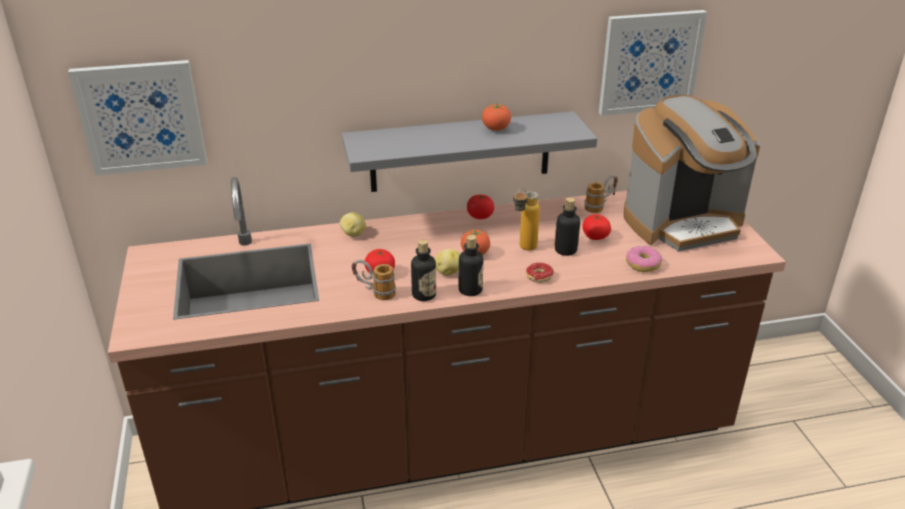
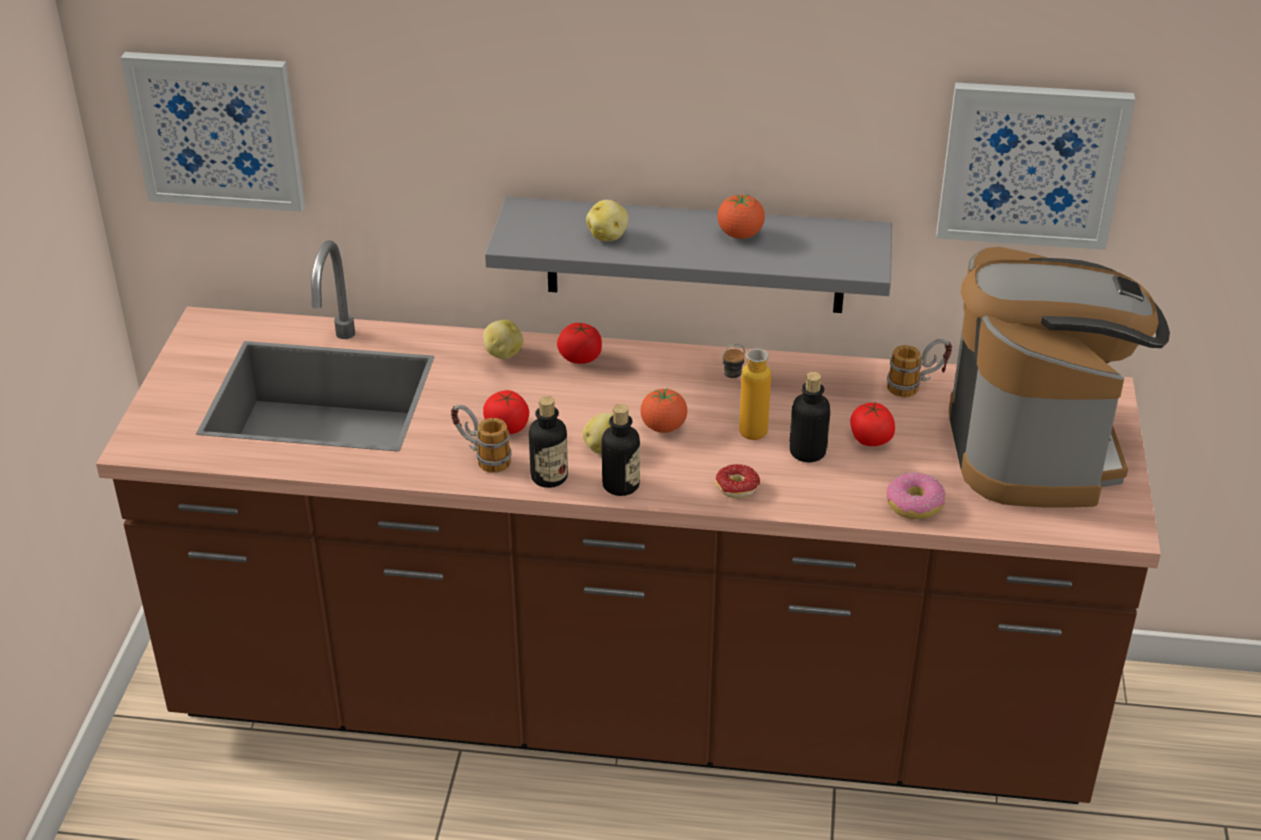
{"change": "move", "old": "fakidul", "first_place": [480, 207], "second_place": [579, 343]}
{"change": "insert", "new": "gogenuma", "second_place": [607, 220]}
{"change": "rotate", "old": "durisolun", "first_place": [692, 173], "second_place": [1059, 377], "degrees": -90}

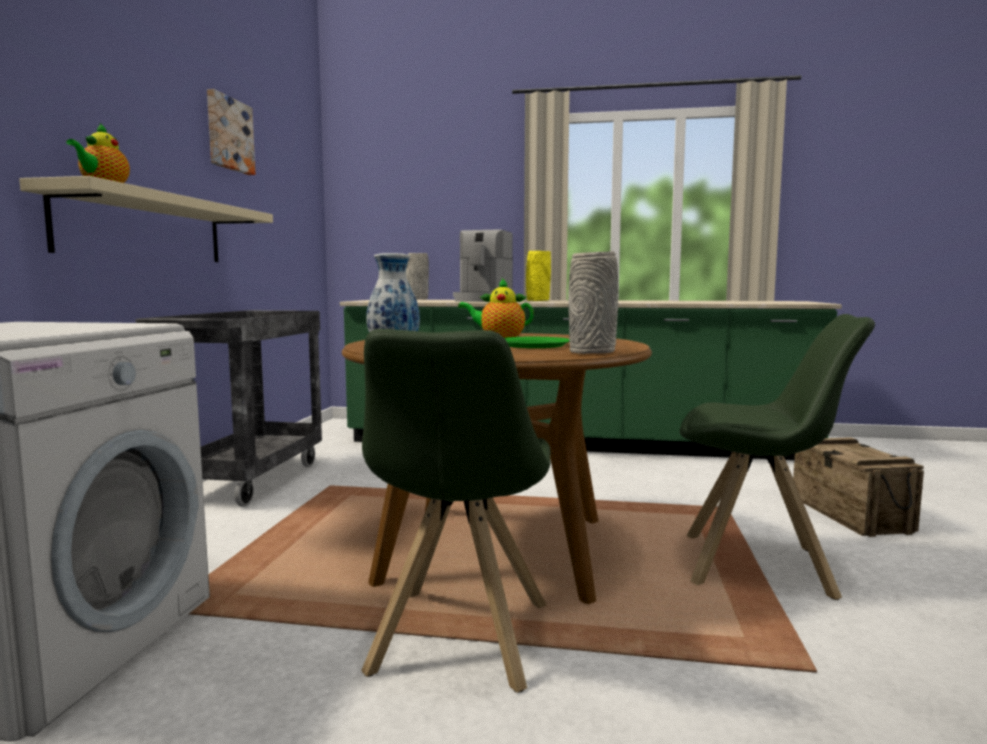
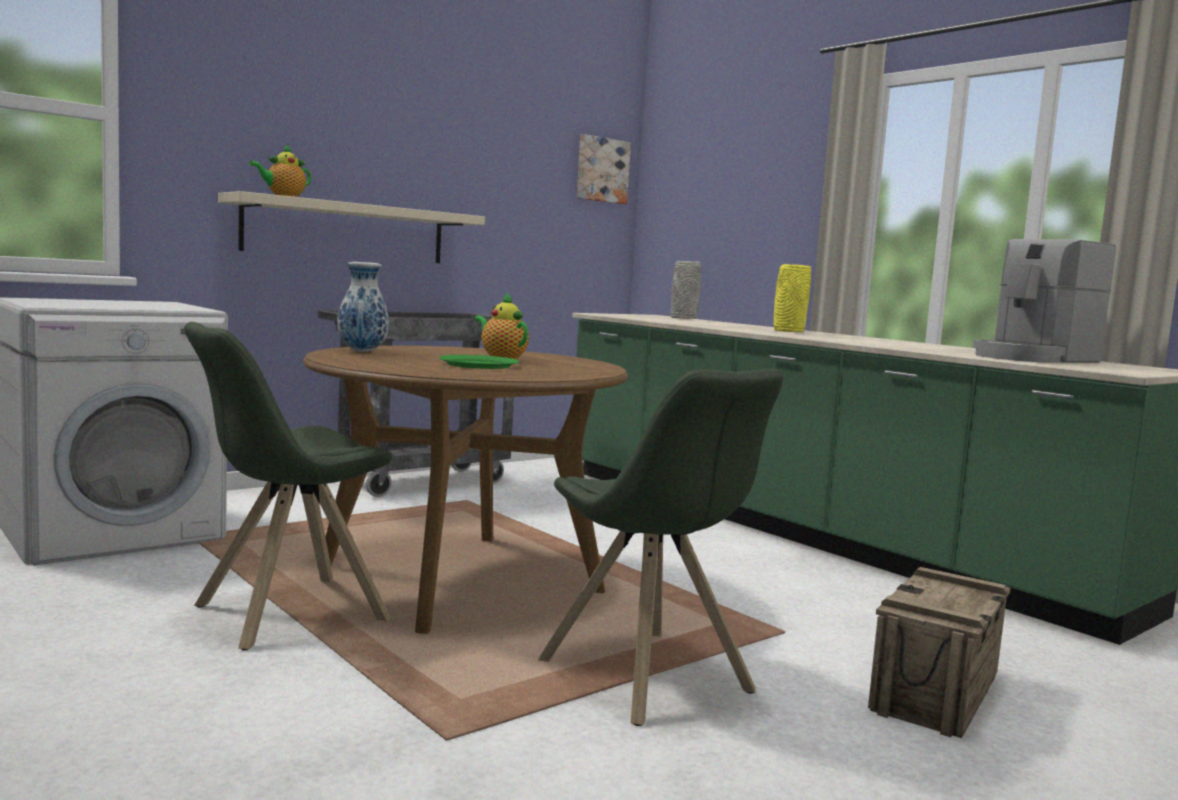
{"change": "move", "old": "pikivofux", "first_place": [231, 132], "second_place": [604, 169]}
{"change": "move", "old": "durisolun", "first_place": [483, 265], "second_place": [1044, 301]}
{"change": "delete", "old": "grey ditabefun", "first_place": [593, 302]}

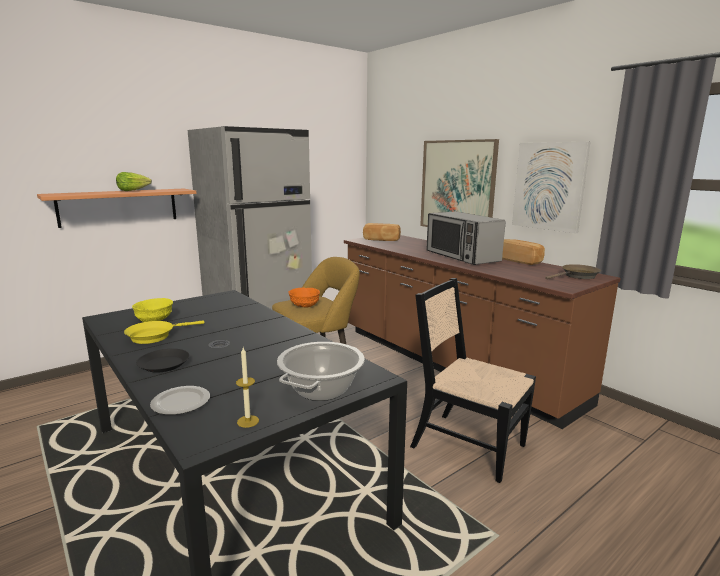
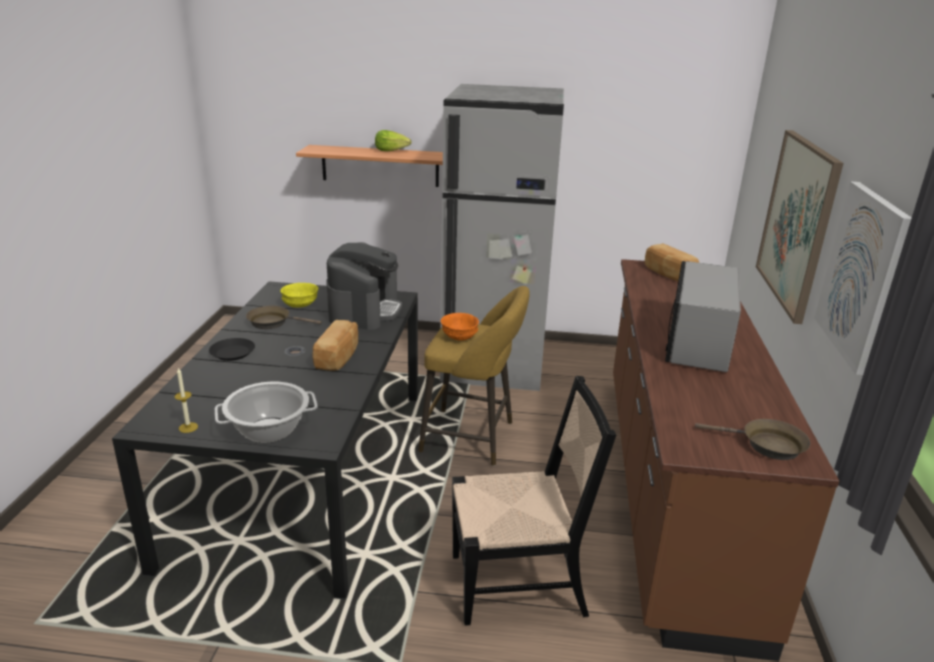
{"change": "recolor", "old": "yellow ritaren", "new": "brown ritaren", "first_place": [164, 332], "second_place": [283, 317]}
{"change": "move", "old": "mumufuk", "first_place": [523, 252], "second_place": [335, 345]}
{"change": "insert", "new": "durisolun", "second_place": [364, 286]}
{"change": "rotate", "old": "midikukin", "first_place": [473, 380], "second_place": [534, 501], "degrees": 90}
{"change": "delete", "old": "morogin", "first_place": [180, 400]}

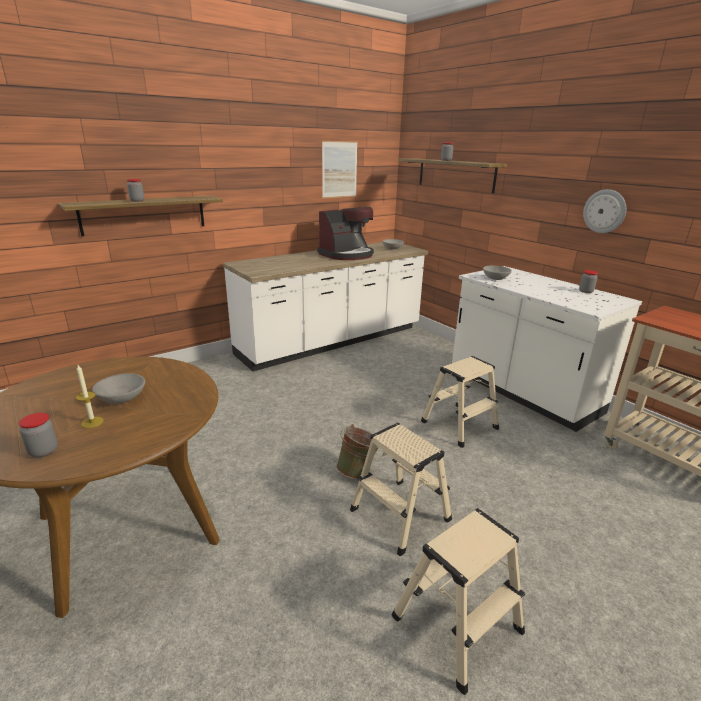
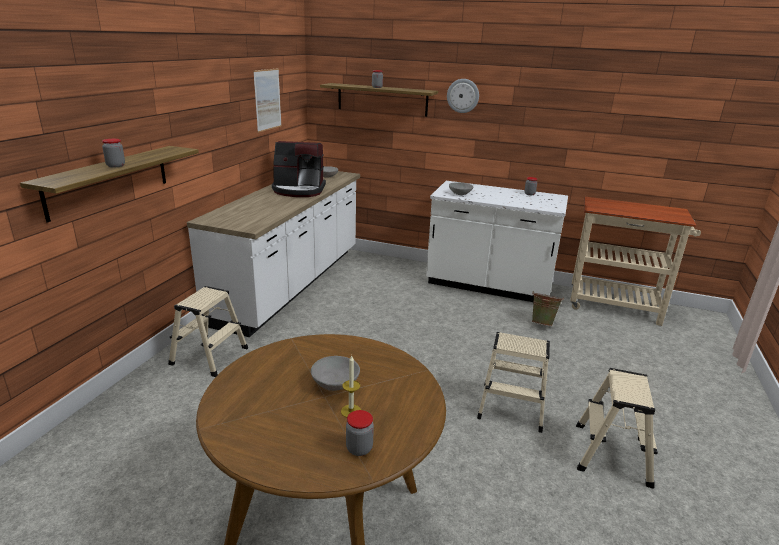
{"change": "move", "old": "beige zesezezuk", "first_place": [460, 402], "second_place": [208, 331]}
{"change": "rotate", "old": "durisolun", "first_place": [345, 233], "second_place": [299, 169], "degrees": 75}
{"change": "move", "old": "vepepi", "first_place": [604, 211], "second_place": [463, 96]}
{"change": "move", "old": "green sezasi", "first_place": [357, 451], "second_place": [548, 309]}

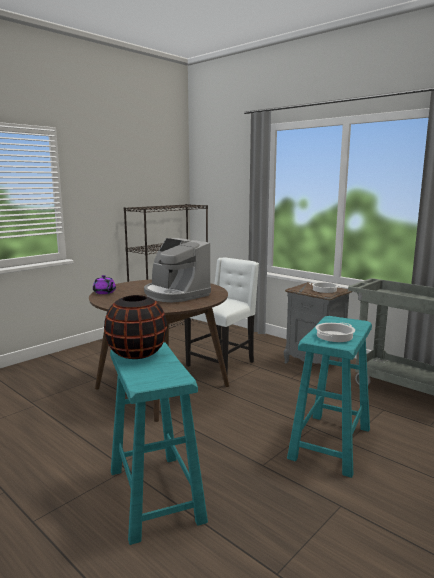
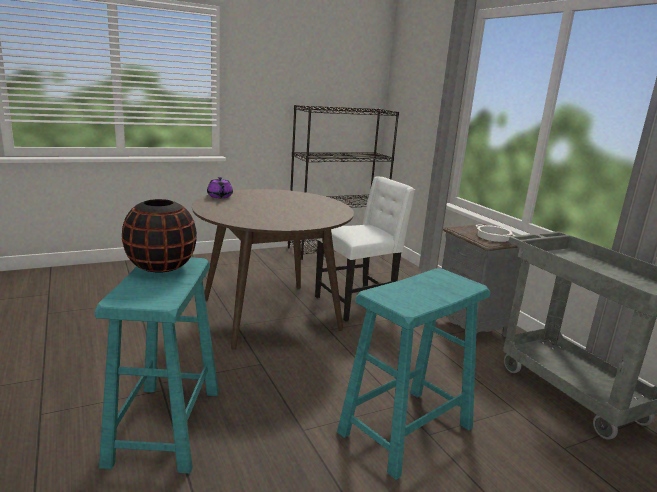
{"change": "delete", "old": "durisolun", "first_place": [177, 270]}
{"change": "delete", "old": "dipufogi", "first_place": [335, 332]}

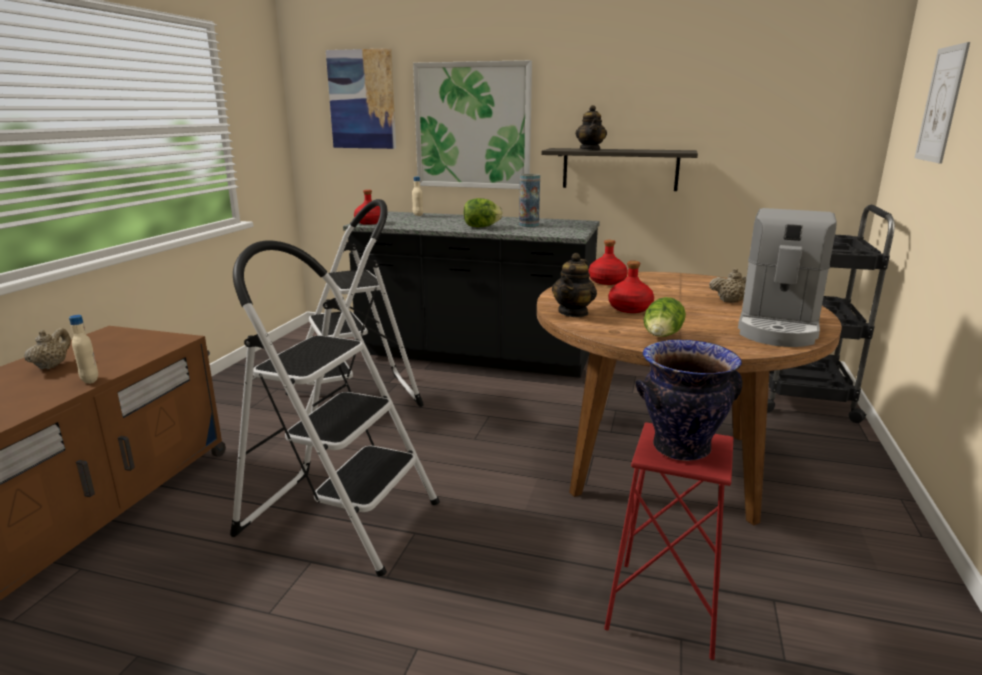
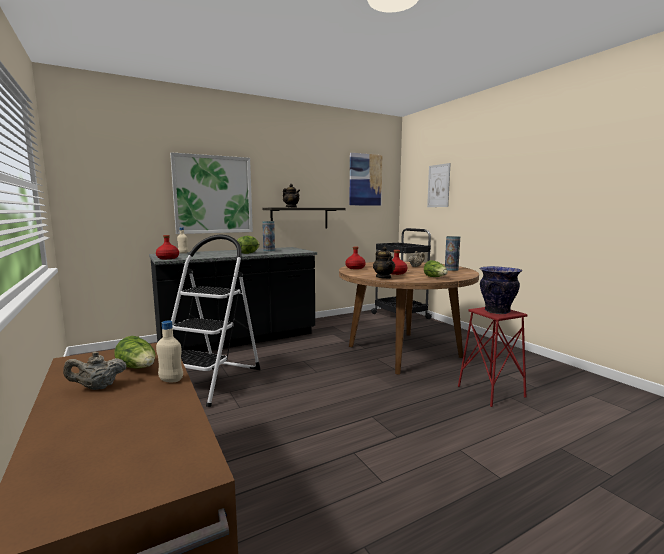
{"change": "rotate", "old": "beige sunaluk", "first_place": [47, 348], "second_place": [95, 371], "degrees": -75}
{"change": "insert", "new": "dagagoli", "second_place": [134, 352]}
{"change": "move", "old": "pikivofux", "first_place": [361, 98], "second_place": [365, 179]}
{"change": "replace", "old": "durisolun", "new": "ditabefun", "first_place": [787, 277], "second_place": [452, 253]}
{"change": "delete", "old": "zesezezuk", "first_place": [335, 408]}

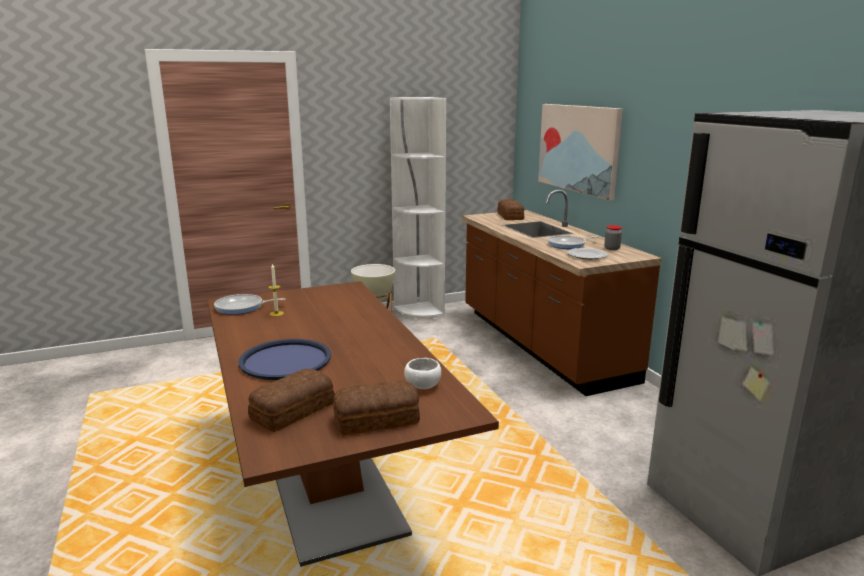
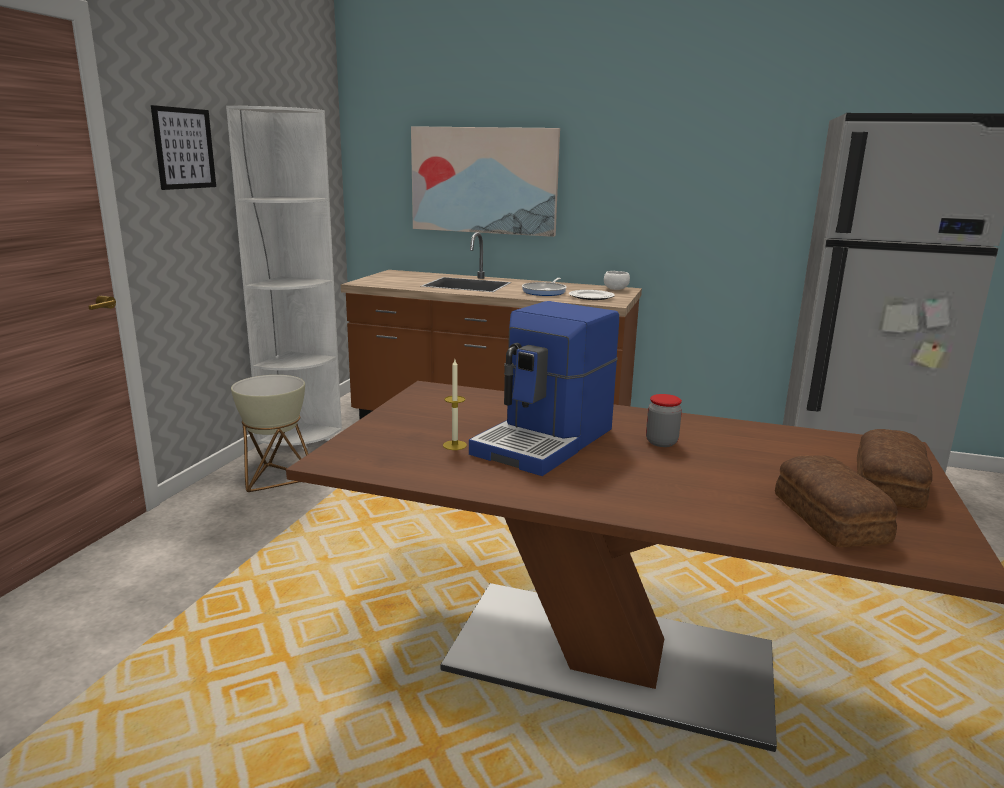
{"change": "insert", "new": "pikivofux", "second_place": [183, 147]}
{"change": "insert", "new": "durisolun", "second_place": [544, 388]}
{"change": "move", "old": "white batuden", "first_place": [422, 373], "second_place": [617, 280]}
{"change": "move", "old": "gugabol", "first_place": [613, 237], "second_place": [664, 420]}
{"change": "delete", "old": "ritaren", "first_place": [249, 304]}
{"change": "delete", "old": "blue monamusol", "first_place": [284, 359]}
{"change": "delete", "old": "mumufuk", "first_place": [510, 209]}

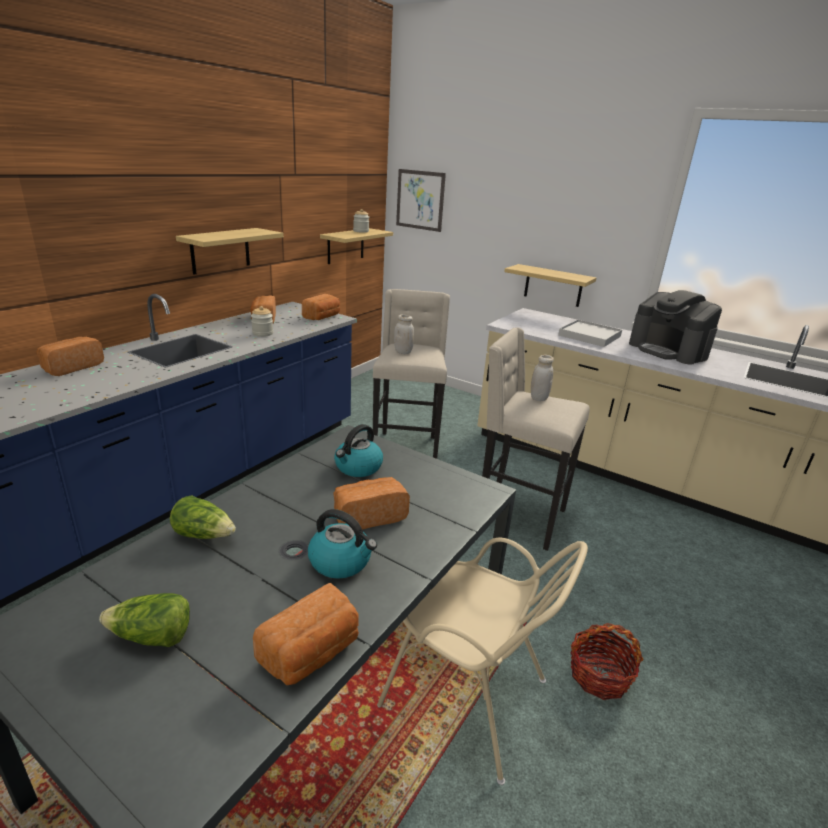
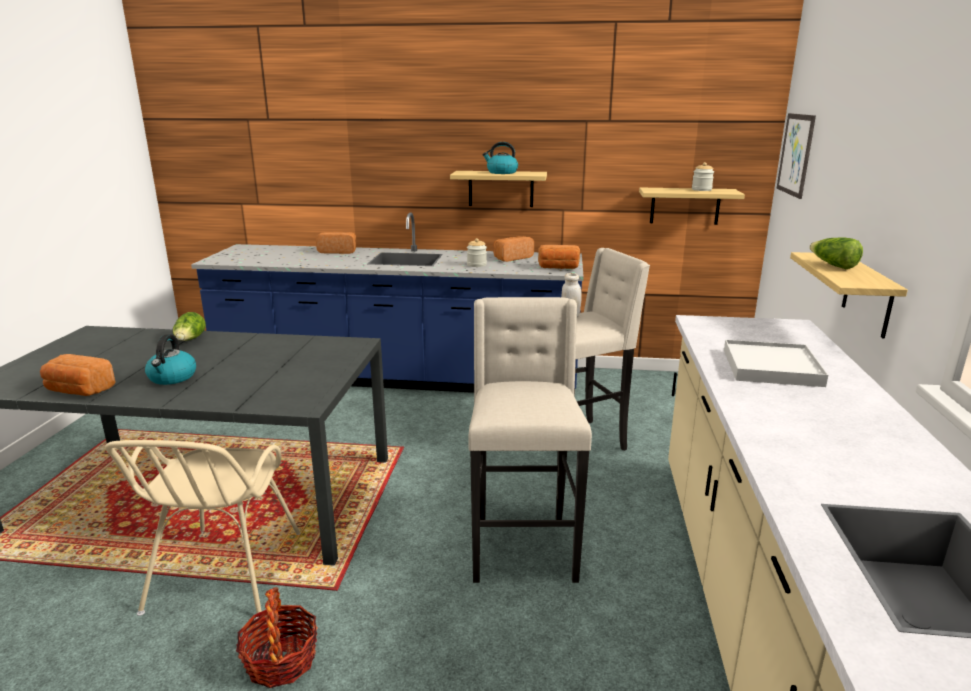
{"change": "move", "old": "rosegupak", "first_place": [358, 450], "second_place": [500, 158]}
{"change": "move", "old": "dagagoli", "first_place": [144, 620], "second_place": [836, 253]}
{"change": "delete", "old": "mumufuk", "first_place": [371, 503]}
{"change": "delete", "old": "white gugabol", "first_place": [542, 378]}
{"change": "delete", "old": "durisolun", "first_place": [675, 327]}

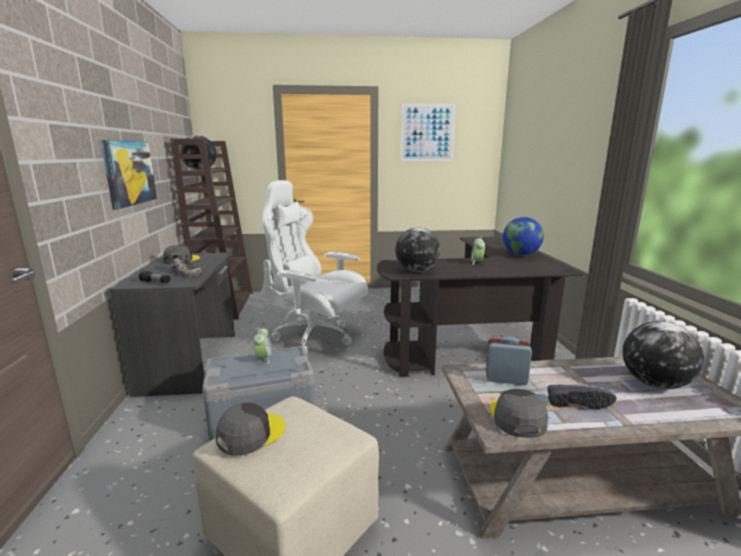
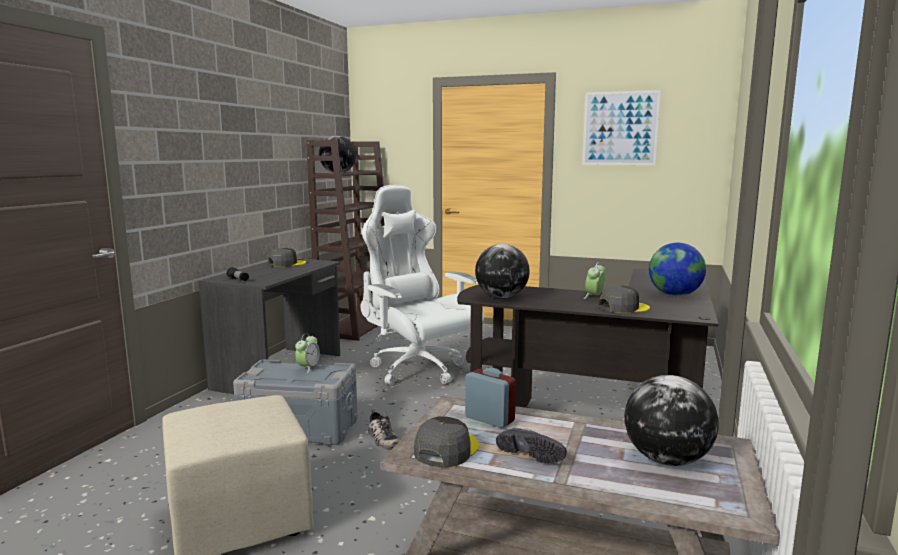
{"change": "move", "old": "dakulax", "first_place": [186, 265], "second_place": [383, 429]}
{"change": "move", "old": "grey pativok", "first_place": [250, 429], "second_place": [624, 299]}
{"change": "delete", "old": "pikivofux", "first_place": [128, 175]}

